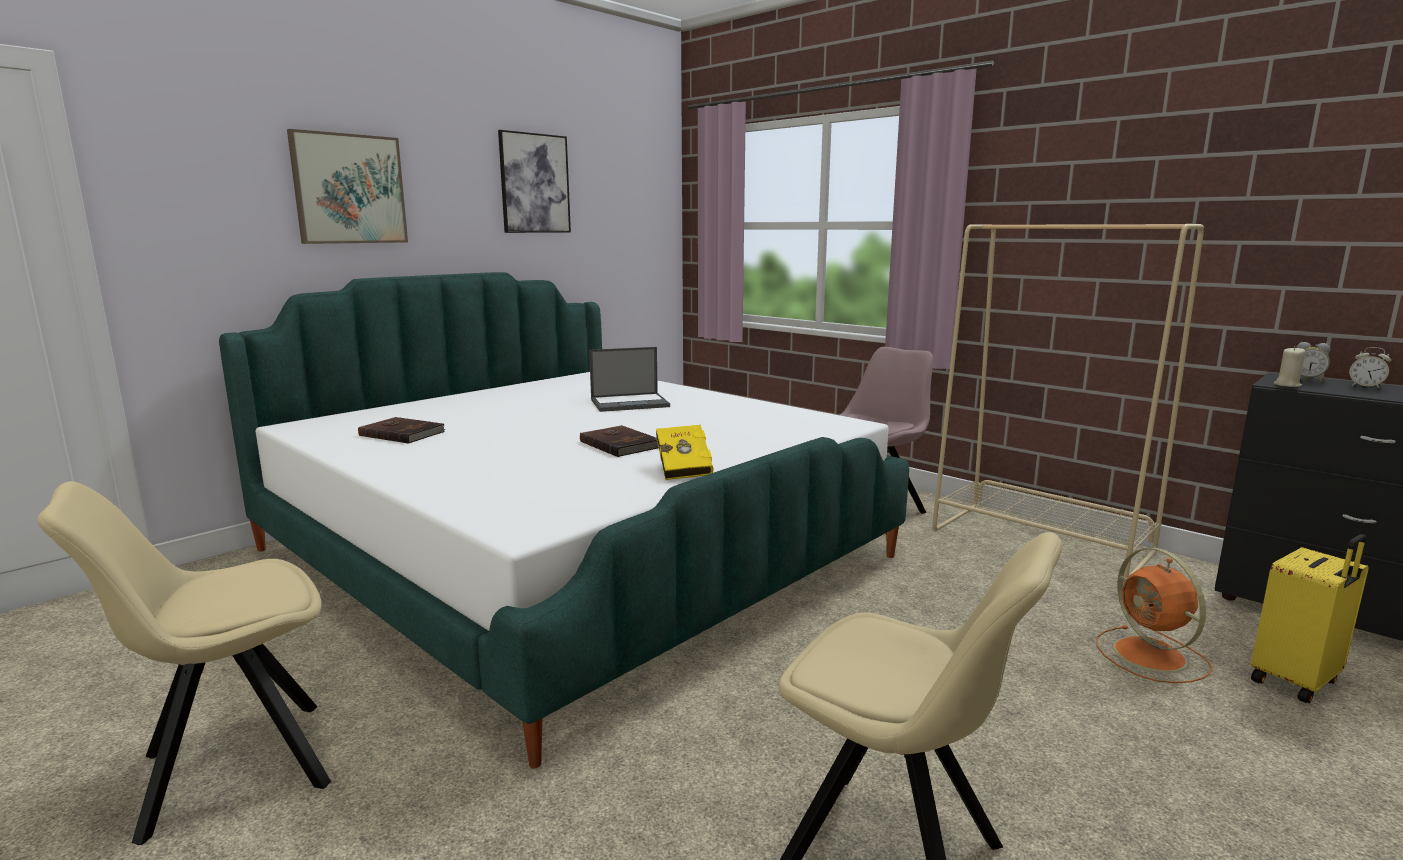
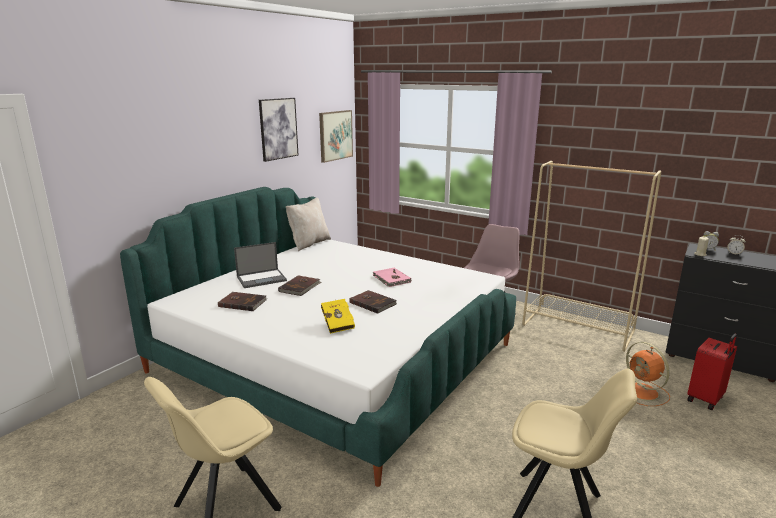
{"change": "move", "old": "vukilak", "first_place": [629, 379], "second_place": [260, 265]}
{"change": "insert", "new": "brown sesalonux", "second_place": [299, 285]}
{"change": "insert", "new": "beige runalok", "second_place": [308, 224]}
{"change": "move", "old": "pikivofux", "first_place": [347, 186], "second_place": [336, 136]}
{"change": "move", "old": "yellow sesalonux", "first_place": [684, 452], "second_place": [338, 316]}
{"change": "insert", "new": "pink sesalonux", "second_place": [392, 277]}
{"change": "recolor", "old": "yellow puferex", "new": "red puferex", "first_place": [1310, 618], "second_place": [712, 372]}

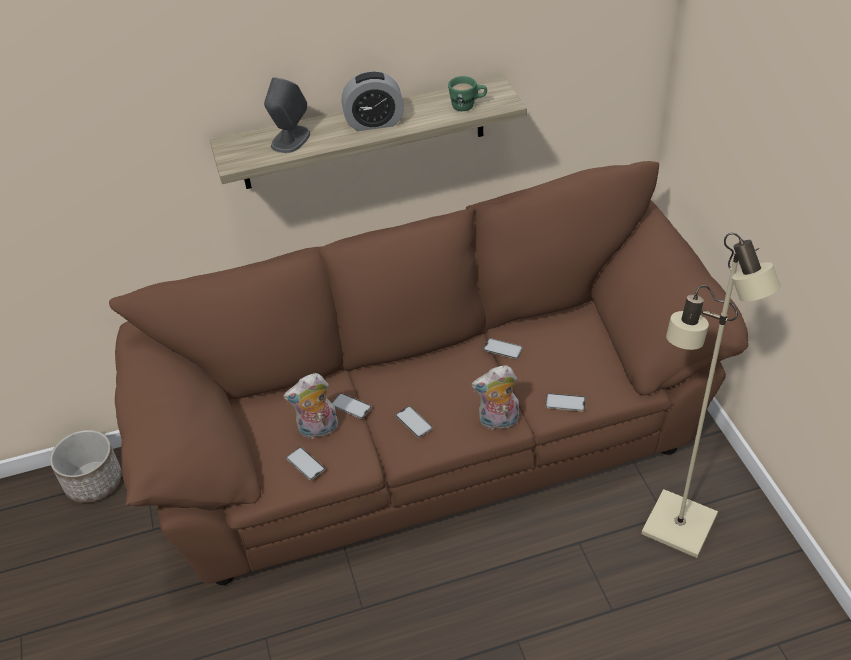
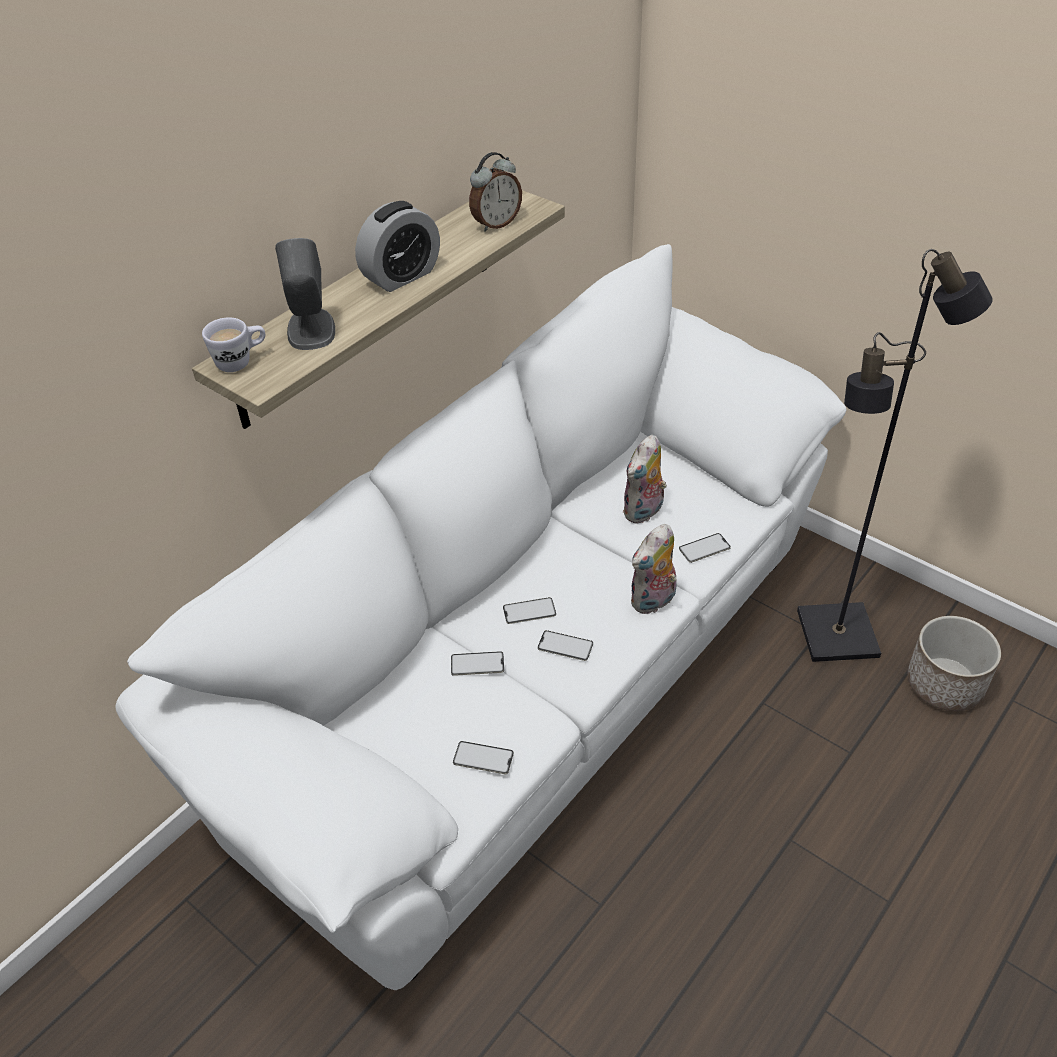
{"change": "recolor", "old": "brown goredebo", "new": "white goredebo", "first_place": [428, 373], "second_place": [480, 617]}
{"change": "insert", "new": "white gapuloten", "second_place": [233, 345]}
{"change": "replace", "old": "green gapuloten", "new": "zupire", "first_place": [467, 93], "second_place": [495, 192]}
{"change": "move", "old": "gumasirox", "first_place": [503, 348], "second_place": [529, 610]}
{"change": "move", "old": "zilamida", "first_place": [310, 406], "second_place": [644, 479]}
{"change": "recolor", "old": "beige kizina", "new": "black kizina", "first_place": [711, 395], "second_place": [895, 455]}
{"change": "move", "old": "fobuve", "first_place": [86, 466], "second_place": [954, 663]}

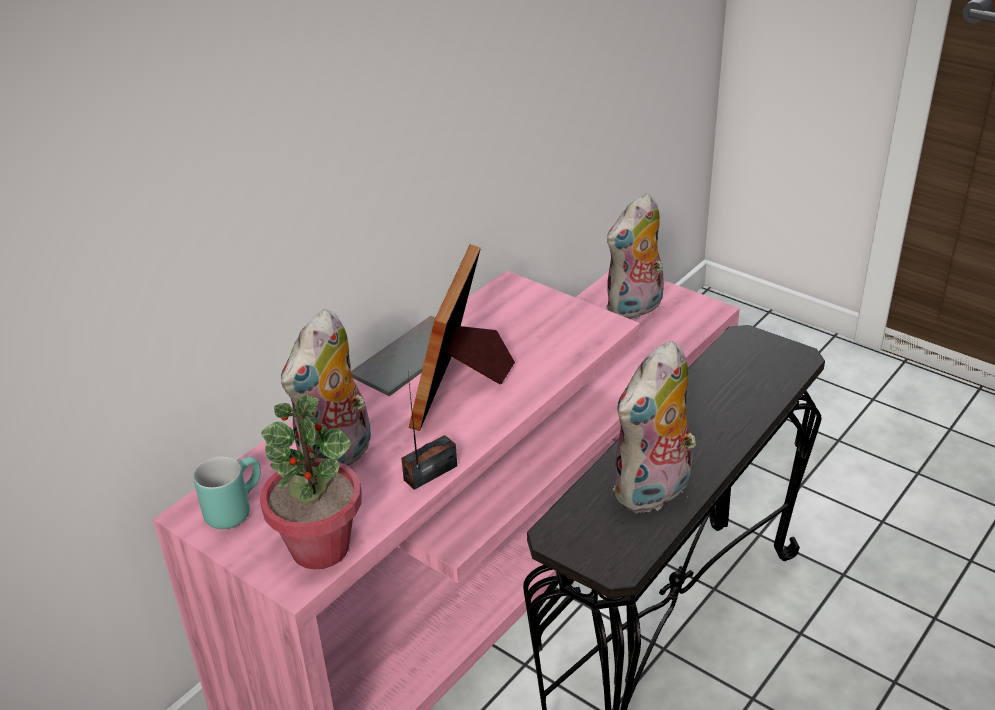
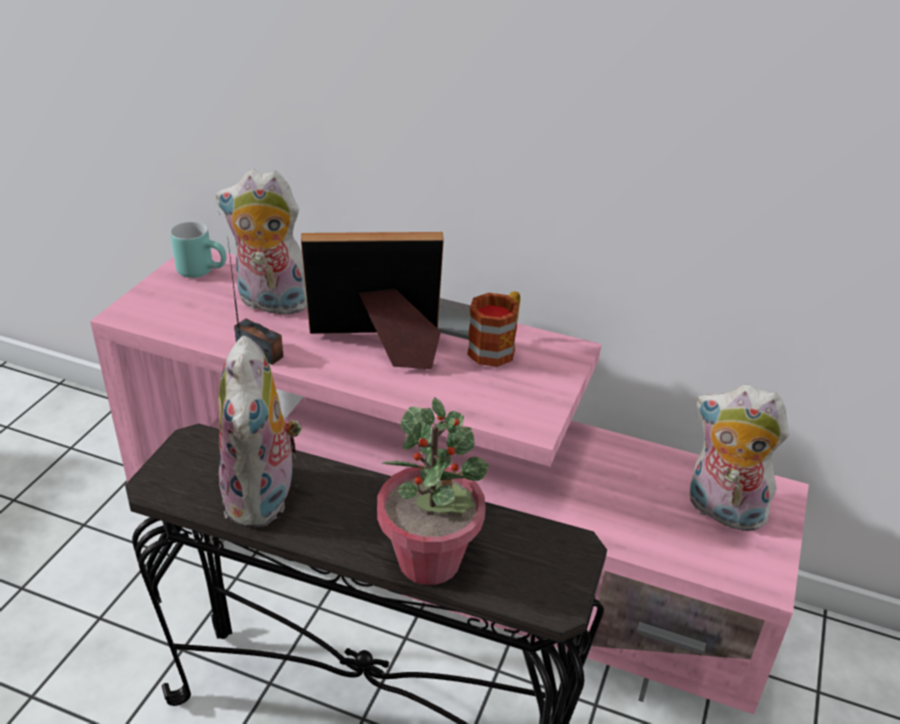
{"change": "rotate", "old": "zilamida", "first_place": [654, 427], "second_place": [260, 432], "degrees": -120}
{"change": "move", "old": "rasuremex", "first_place": [311, 482], "second_place": [433, 491]}
{"change": "insert", "new": "gapuloten", "second_place": [493, 329]}

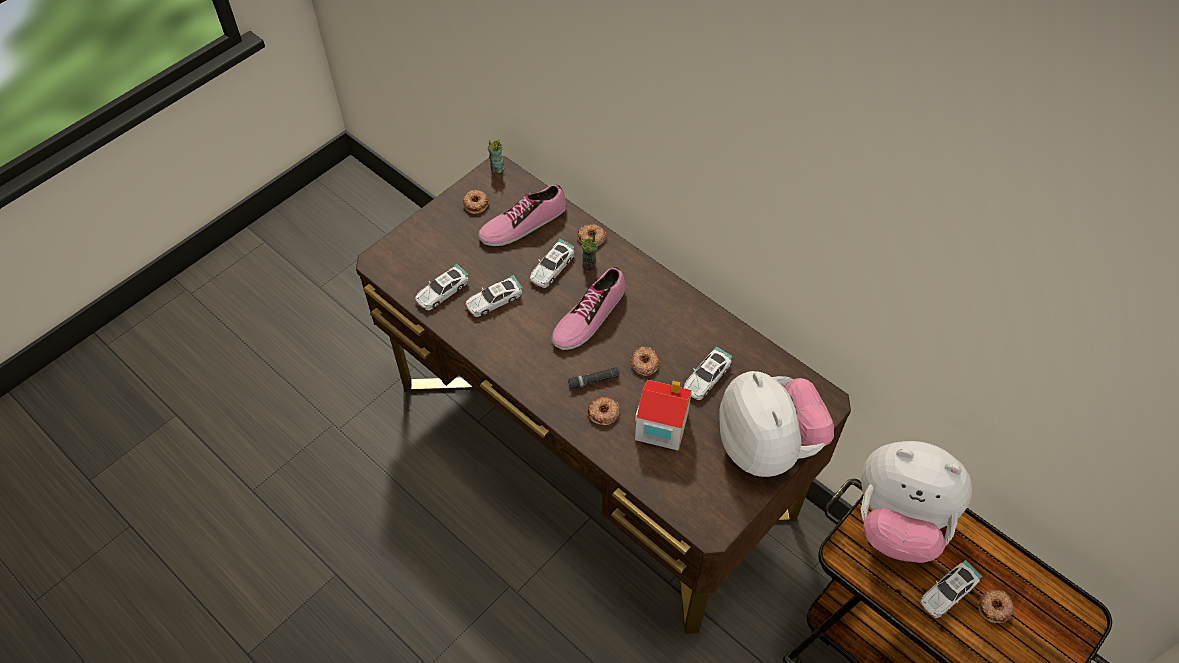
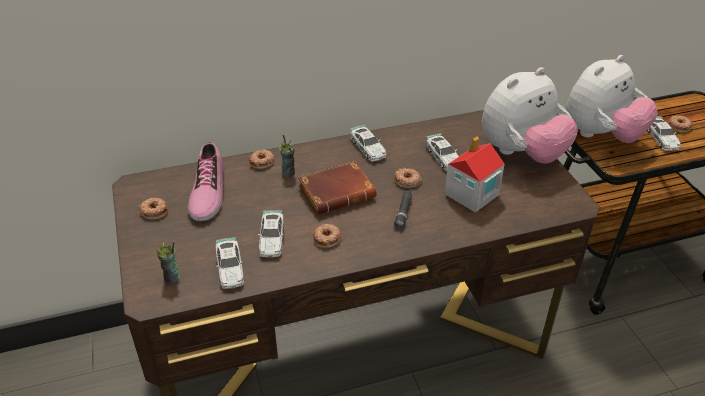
{"change": "move", "old": "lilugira", "first_place": [496, 156], "second_place": [168, 262]}
{"change": "replace", "old": "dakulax", "new": "brown sesalonux", "first_place": [589, 308], "second_place": [337, 188]}
{"change": "move", "old": "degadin", "first_place": [604, 411], "second_place": [327, 236]}
{"change": "move", "old": "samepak", "first_place": [552, 263], "second_place": [368, 143]}
{"change": "rotate", "old": "zilamida", "first_place": [777, 424], "second_place": [530, 115], "degrees": 135}

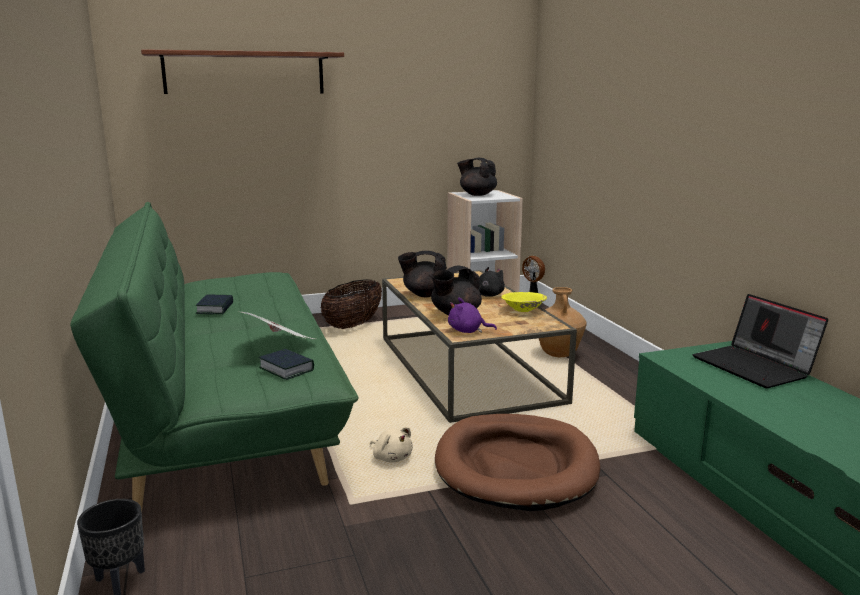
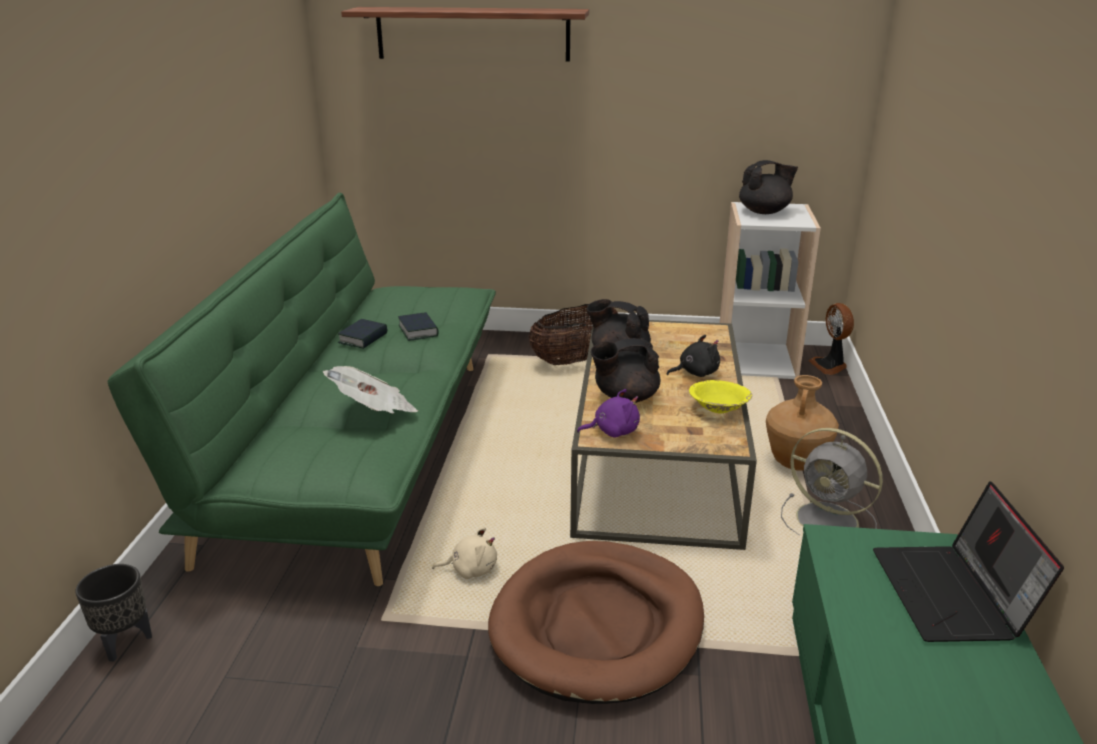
{"change": "move", "old": "sesalonux", "first_place": [286, 364], "second_place": [418, 326]}
{"change": "rotate", "old": "beige zilamida", "first_place": [391, 444], "second_place": [464, 553], "degrees": -75}
{"change": "rotate", "old": "purple zilamida", "first_place": [472, 315], "second_place": [608, 413], "degrees": 135}
{"change": "rotate", "old": "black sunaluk", "first_place": [477, 177], "second_place": [768, 187], "degrees": 105}
{"change": "insert", "new": "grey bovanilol", "second_place": [832, 481]}

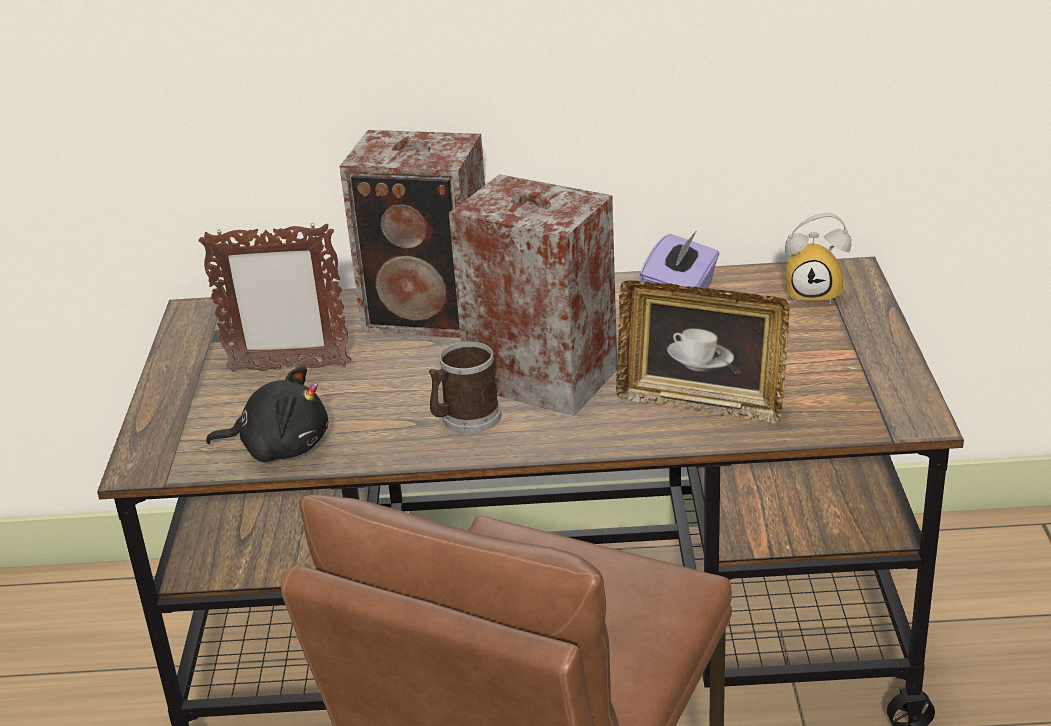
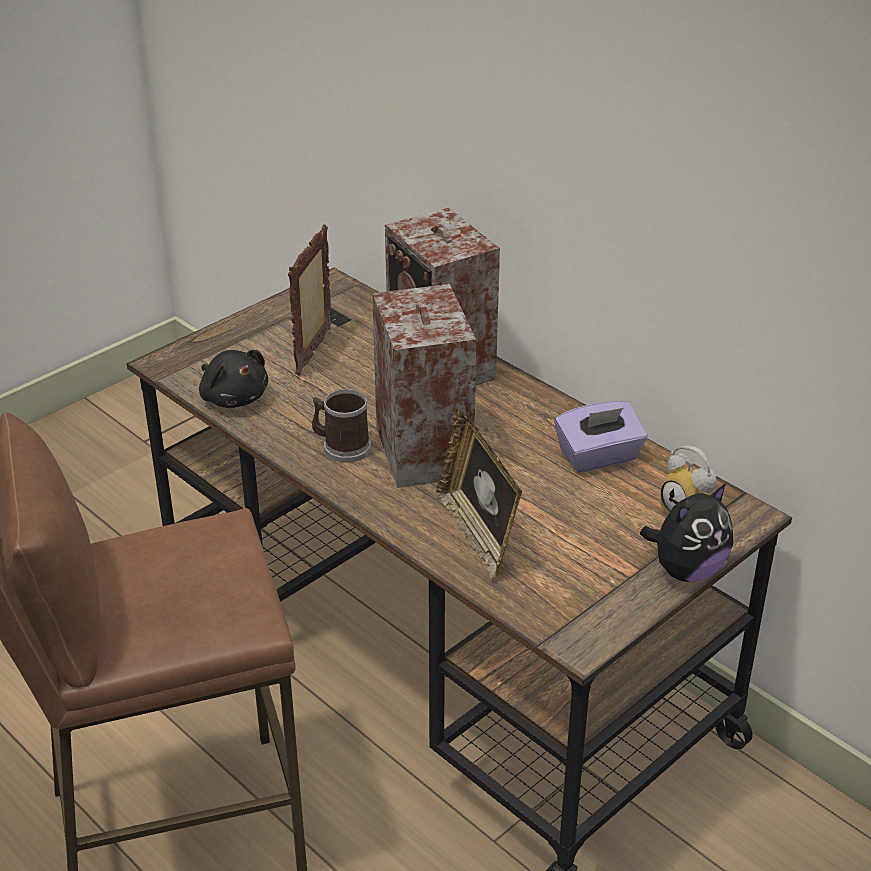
{"change": "rotate", "old": "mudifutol", "first_place": [275, 297], "second_place": [310, 300], "degrees": 60}
{"change": "insert", "new": "zilamida", "second_place": [686, 532]}

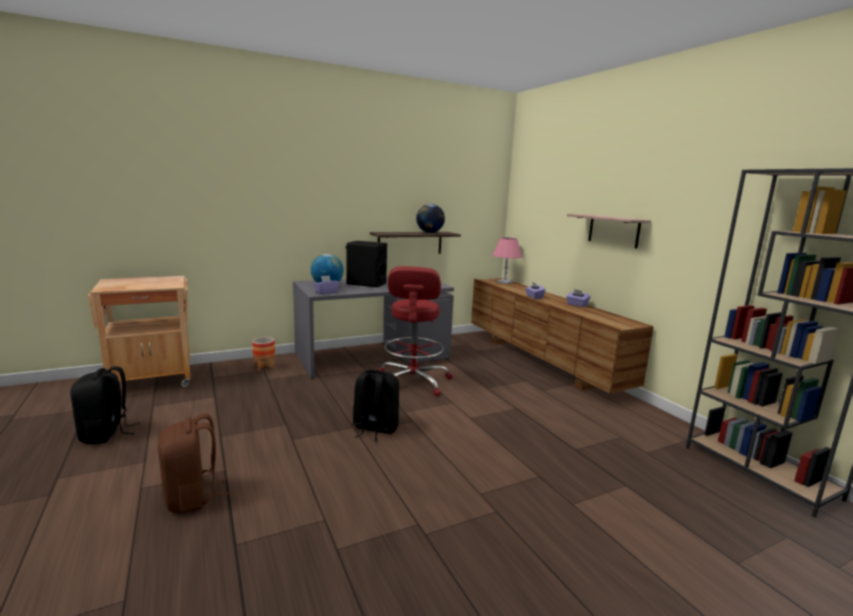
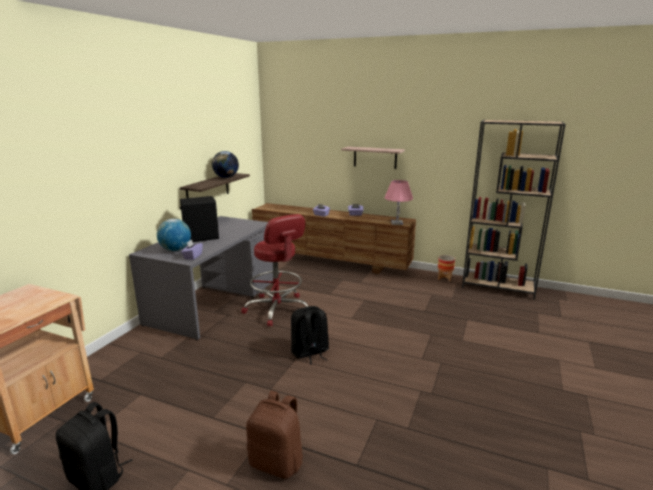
{"change": "move", "old": "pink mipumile", "first_place": [507, 260], "second_place": [398, 202]}
{"change": "move", "old": "fobuve", "first_place": [263, 354], "second_place": [446, 268]}

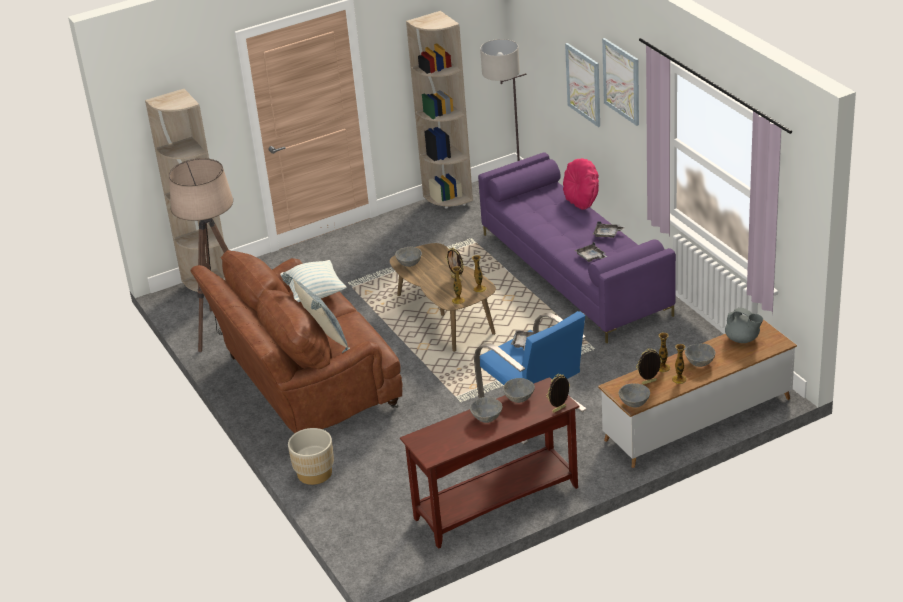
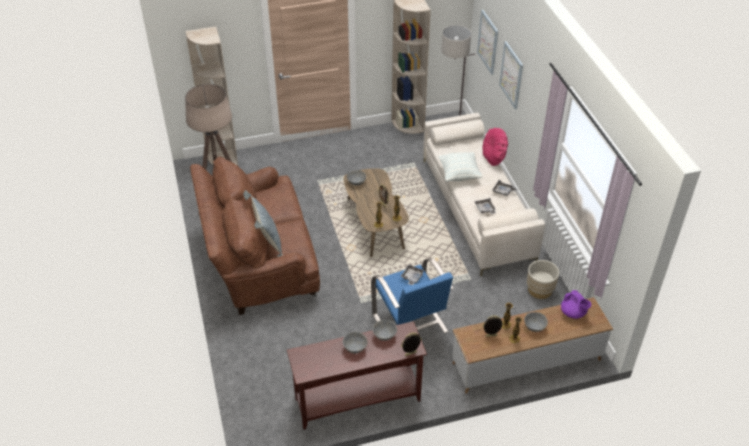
{"change": "recolor", "old": "purple goredebo", "new": "beige goredebo", "first_place": [577, 247], "second_place": [484, 194]}
{"change": "move", "old": "runalok", "first_place": [313, 281], "second_place": [460, 167]}
{"change": "move", "old": "pikivofux", "first_place": [620, 82], "second_place": [487, 42]}
{"change": "move", "old": "beige fobuve", "first_place": [311, 456], "second_place": [543, 279]}
{"change": "recolor", "old": "grey sunaluk", "new": "purple sunaluk", "first_place": [744, 325], "second_place": [576, 304]}
{"change": "delete", "old": "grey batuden", "first_place": [634, 395]}

